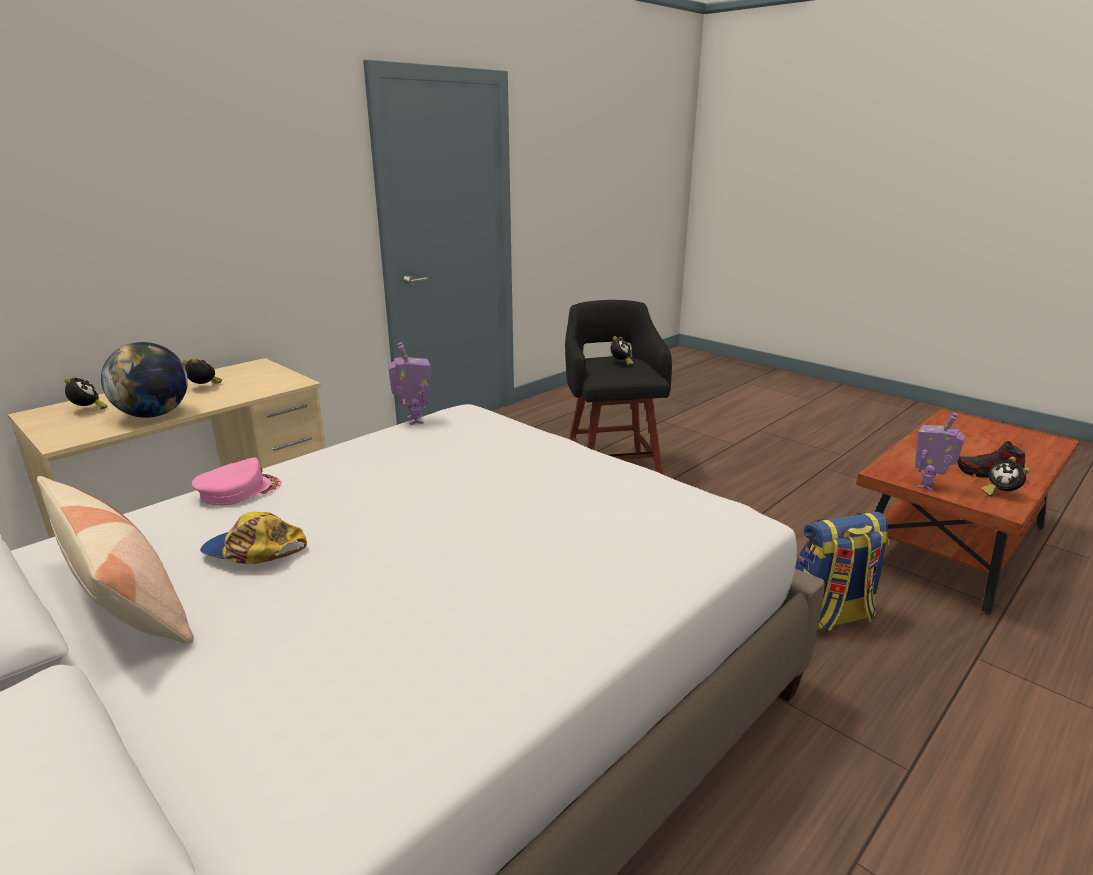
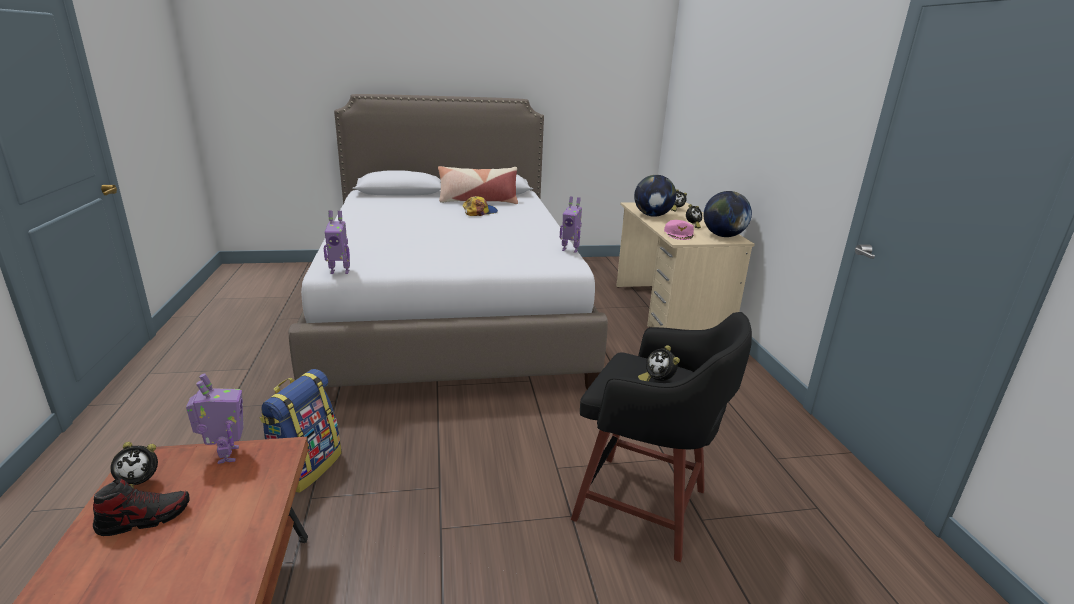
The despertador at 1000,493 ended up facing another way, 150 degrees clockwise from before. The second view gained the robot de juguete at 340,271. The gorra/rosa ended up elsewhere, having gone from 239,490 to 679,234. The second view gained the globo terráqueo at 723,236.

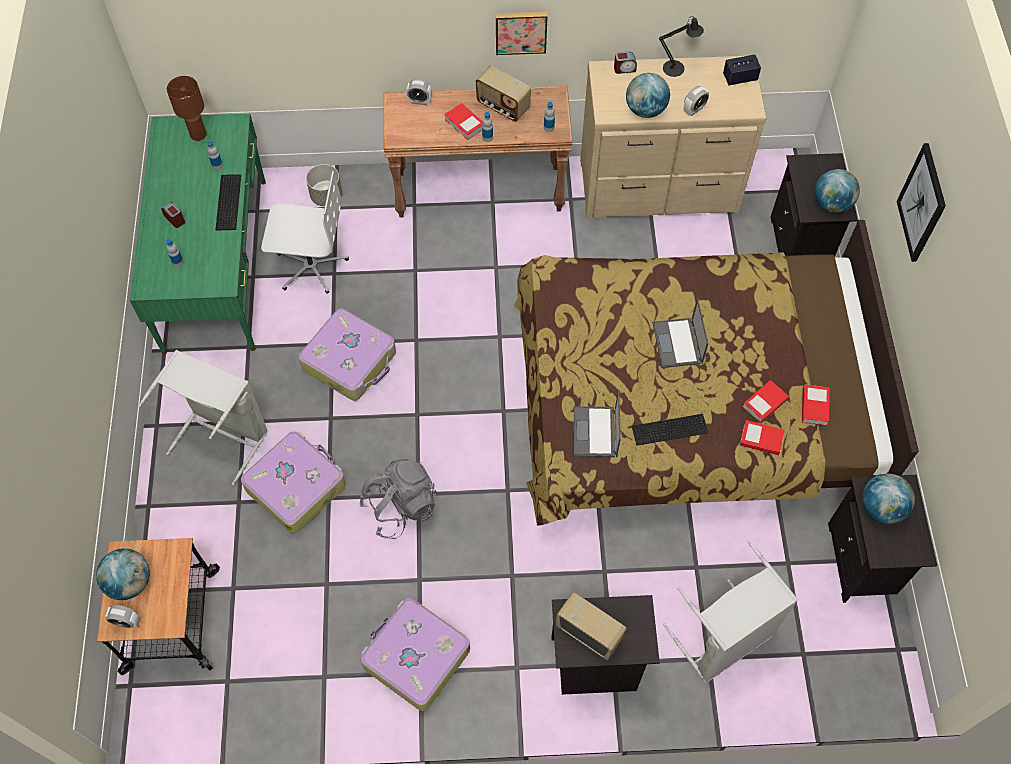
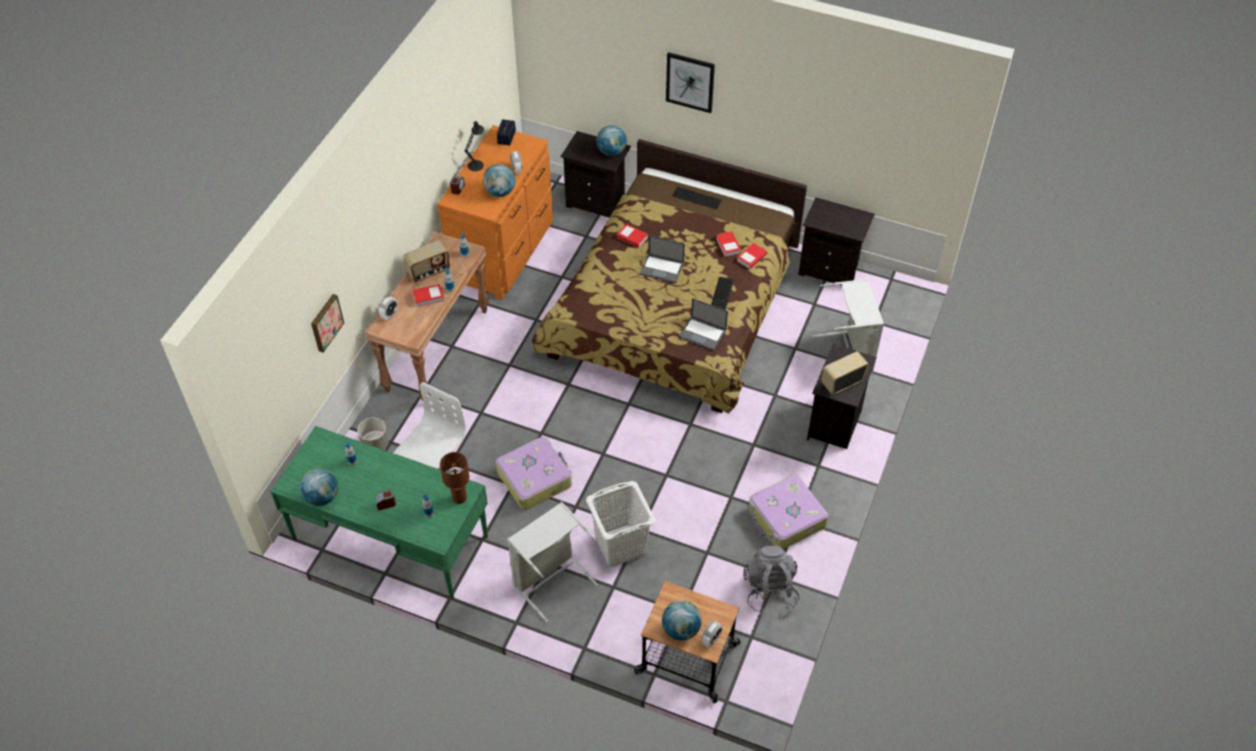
The globo terráqueo ended up elsewhere, having gone from 881,508 to 322,497. The cuadro ended up elsewhere, having gone from 521,31 to 325,322. What was the cómoda/beis at 659,188 turned into the cómoda/naranja at 504,251. The lámpara de mesa/marrón ended up elsewhere, having gone from 198,135 to 459,498. Where the maleta stood at 296,486, the cesto de la ropa/blanco came to stand at 620,546. The libro ended up elsewhere, having gone from 814,406 to 632,238. The teclado ended up elsewhere, having gone from 229,201 to 696,197. The mochila/gris ended up elsewhere, having gone from 400,507 to 770,590.

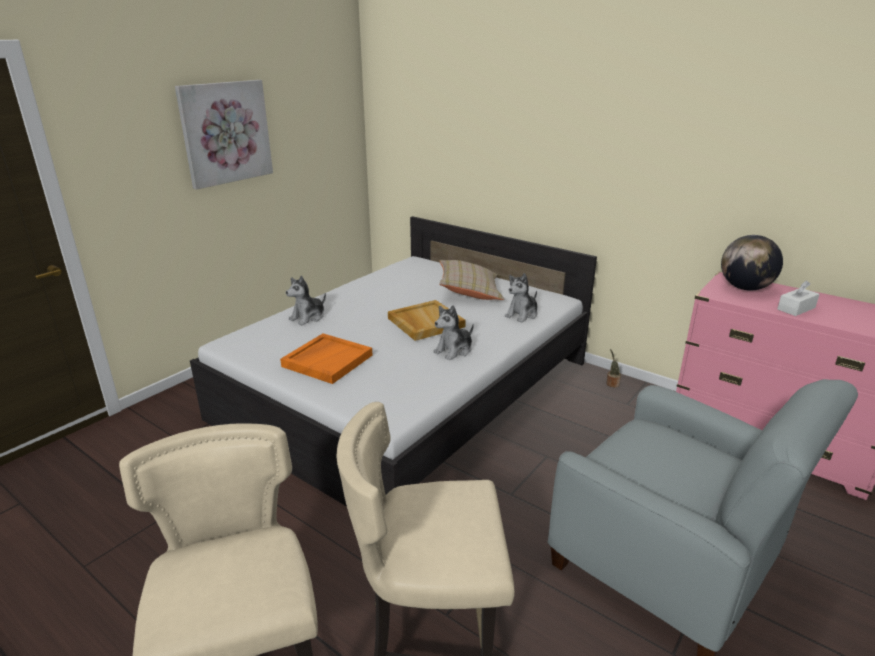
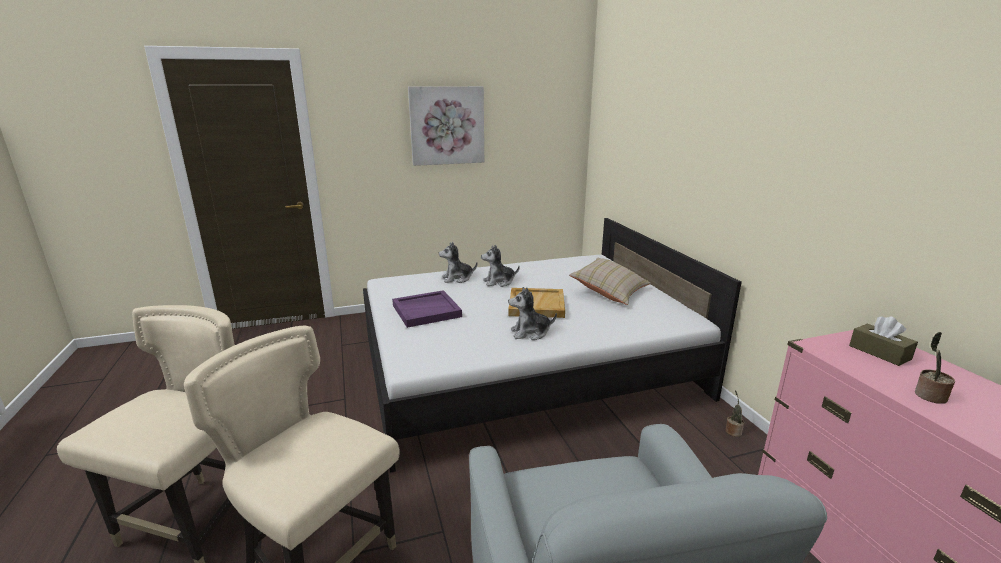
What was the bandeja/naranja at 327,360 turned into the bandeja/morado at 427,311. The peluche ended up elsewhere, having gone from 522,314 to 499,282. Where the globo terráqueo stood at 745,288, the caja de pañuelos/marrón came to stand at 879,352. Where the caja de pañuelos/blanco stood at 796,308, the planta en maceta came to stand at 928,396.

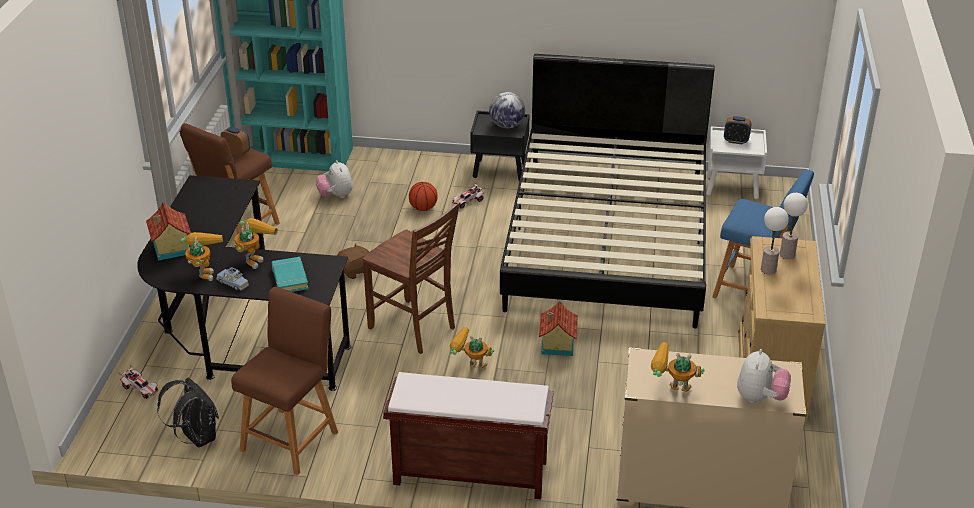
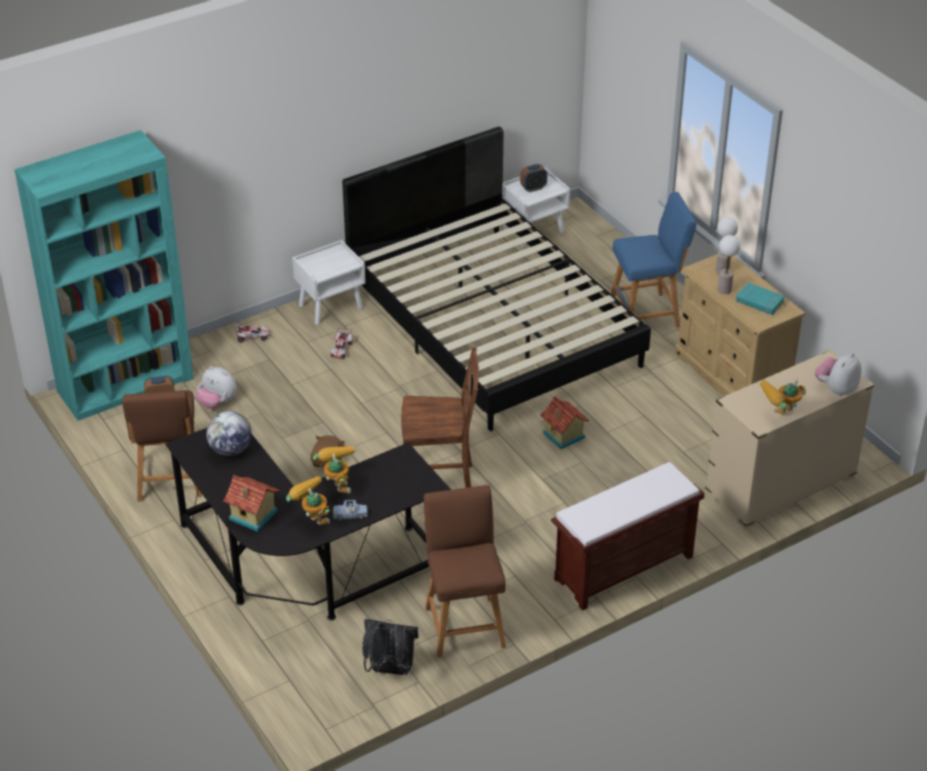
The globo terráqueo ended up elsewhere, having gone from 507,125 to 230,450. The coche de juguete ended up elsewhere, having gone from 140,389 to 252,337. What was the mesita de noche/negro at 500,170 turned into the mesita de noche/blanco at 331,306. The libro/turquesa ended up elsewhere, having gone from 289,278 to 759,302. The peluche at 760,398 ended up facing another way, 120 degrees counterclockwise from before. The second view lost the balón de baloncesto at 423,208. The second view lost the robot de juguete at 469,367.

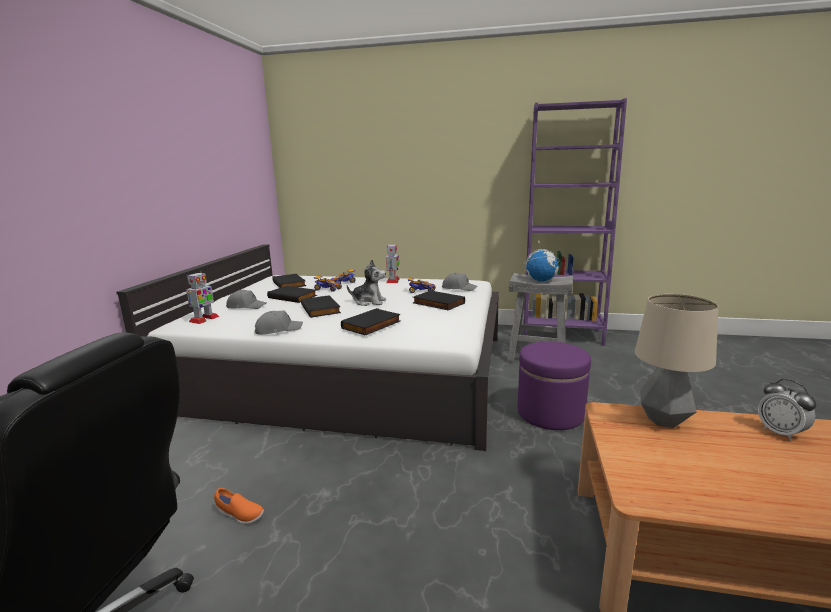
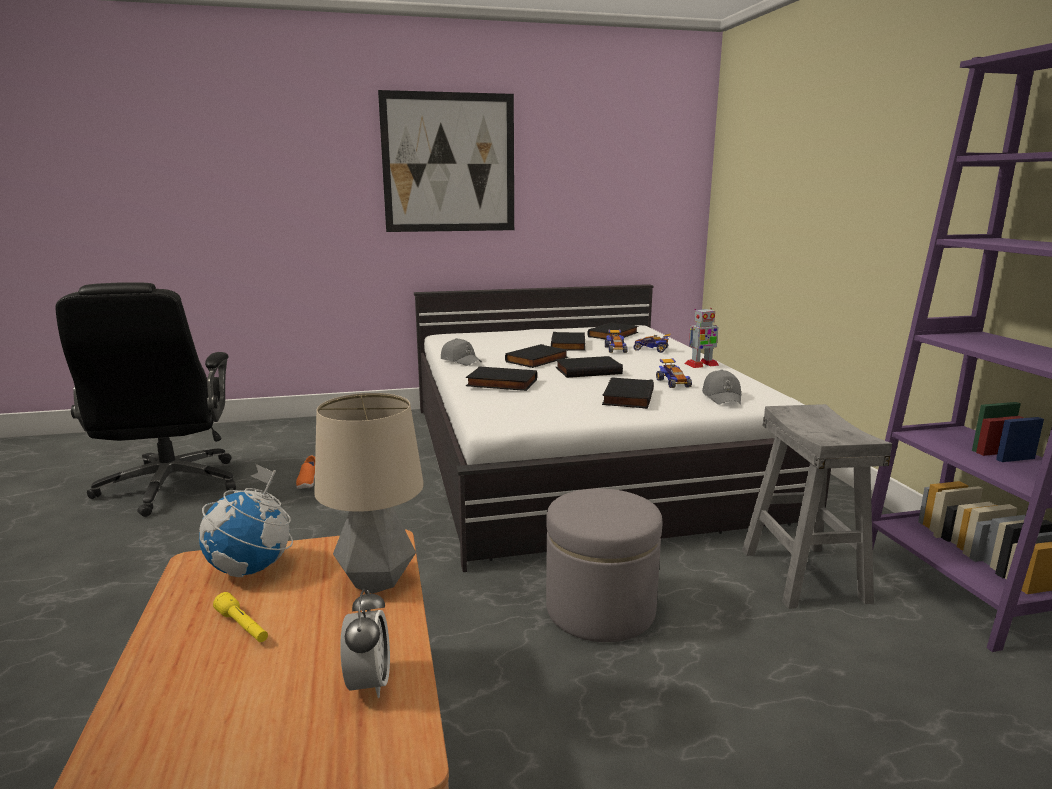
The globo terráqueo ended up elsewhere, having gone from 541,280 to 251,569. The second view gained the linterna/amarillo at 243,627. The despertador at 781,433 ended up facing another way, 135 degrees clockwise from before. The second view gained the cuadro at 449,163. What was the puf/morado at 550,413 turned into the puf/gris at 600,609. Where the peluche stood at 369,302, the libro/negro came to stand at 588,370. The second view lost the robot de juguete at 204,319. The second view lost the gorra/gris at 246,306.

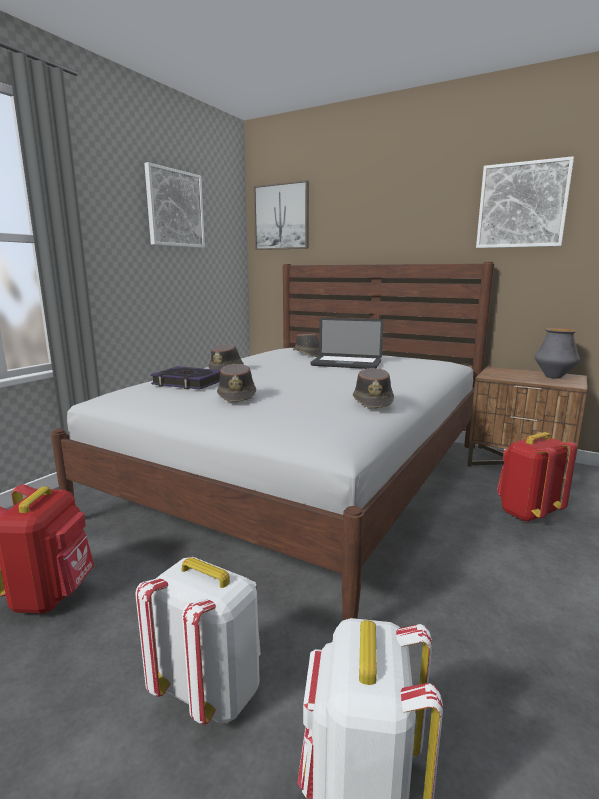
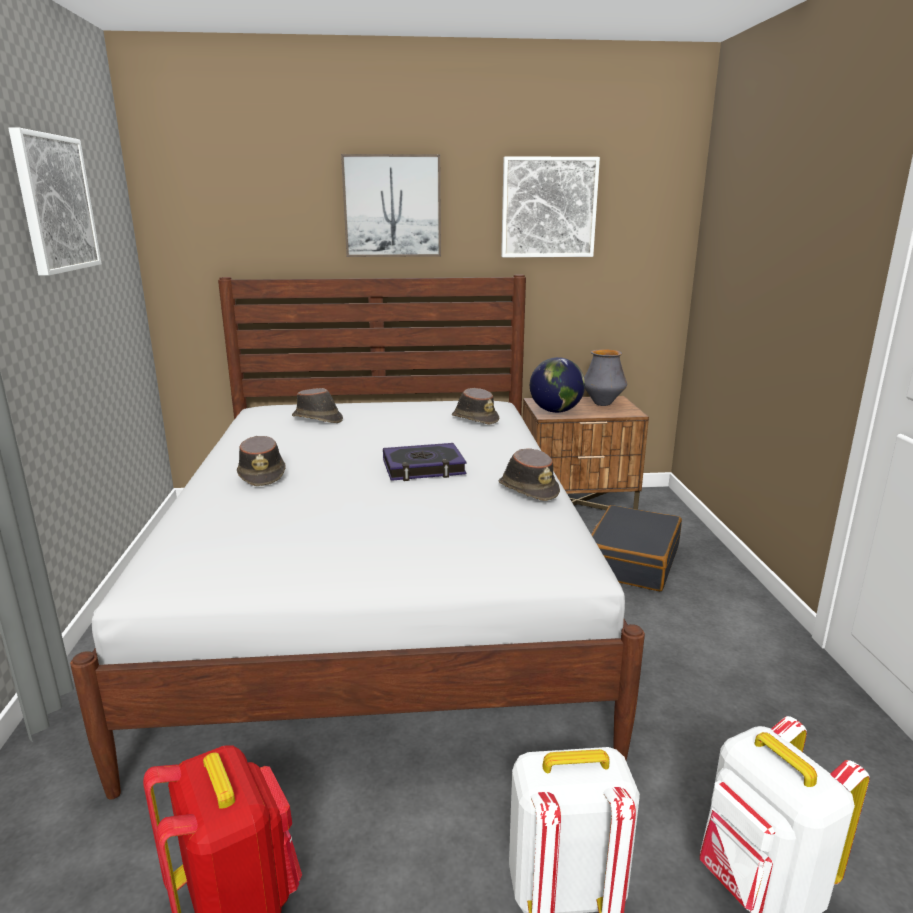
The cuadro ended up elsewhere, having gone from 282,217 to 392,206. The libro ended up elsewhere, having gone from 188,383 to 423,468. The sombrero/marrón ended up elsewhere, having gone from 237,396 to 475,419. The second view gained the globo terráqueo at 555,411. Where the mochila/rojo stood at 527,513, the maleta/negro came to stand at 631,561. The second view lost the portátil at 346,364.

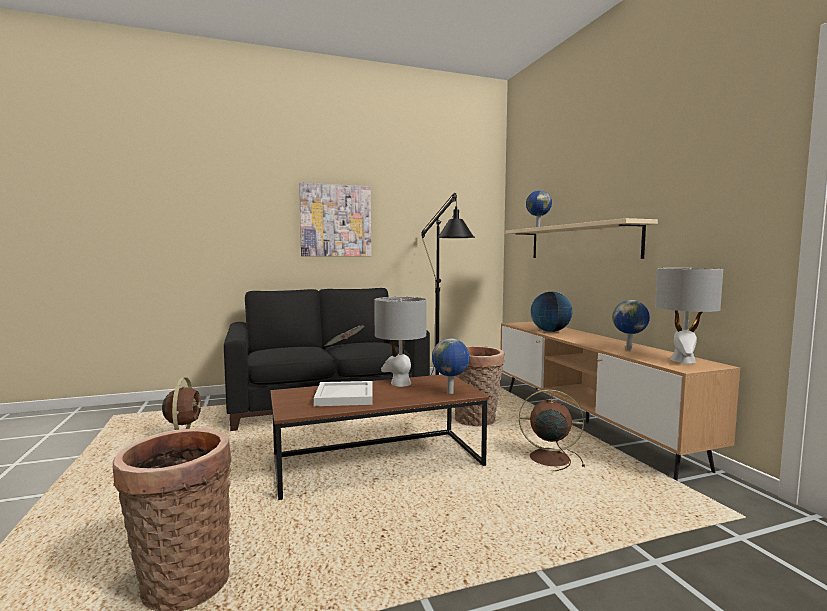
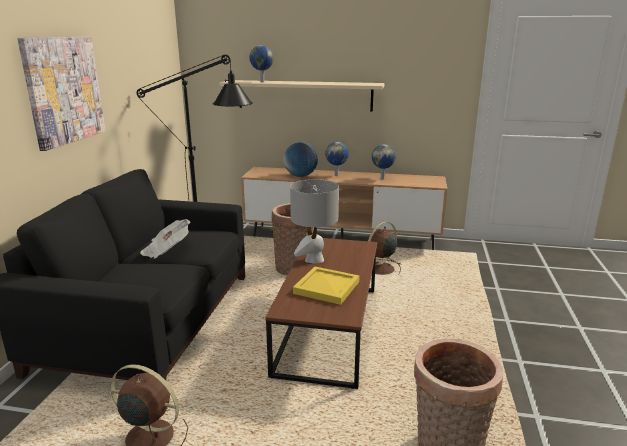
What was the bandeja/blanco at 345,396 turned into the bandeja/amarillo at 328,287. The globo terráqueo ended up elsewhere, having gone from 450,393 to 337,175. The second view lost the lámpara de mesa/gris at 683,361.

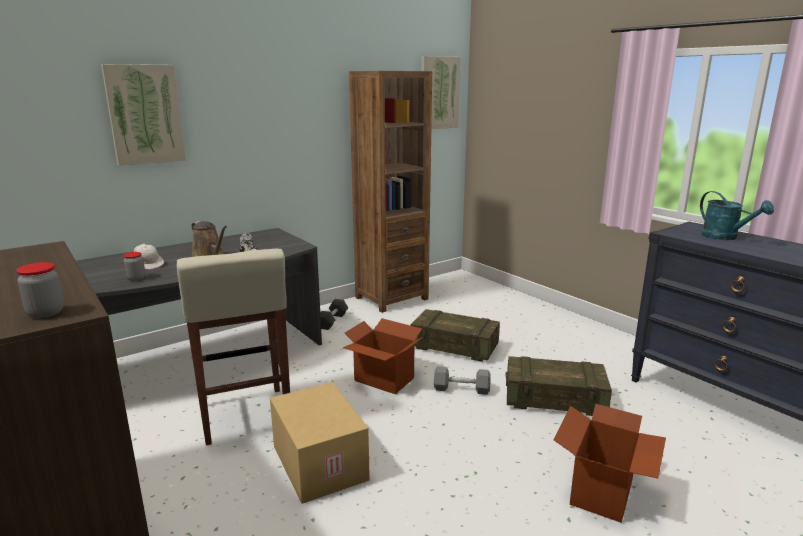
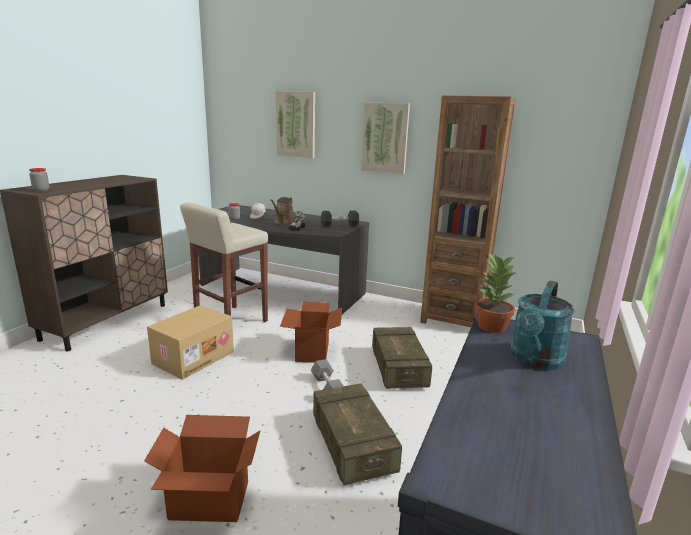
The mancuerna/negro ended up elsewhere, having gone from 332,321 to 339,225. The cuadro ended up elsewhere, having gone from 439,93 to 385,138. The second view gained the planta en maceta at 490,326.

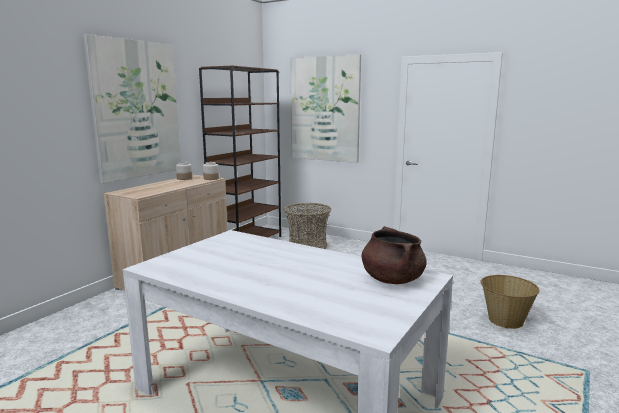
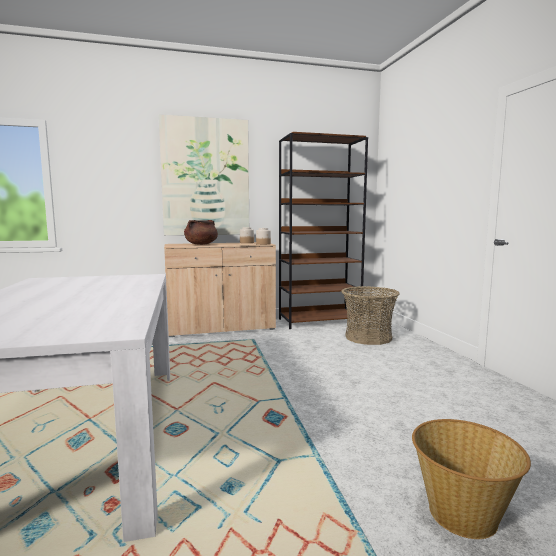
The olla/marrón ended up elsewhere, having gone from 392,279 to 201,244. The second view lost the cuadro at 324,109.

